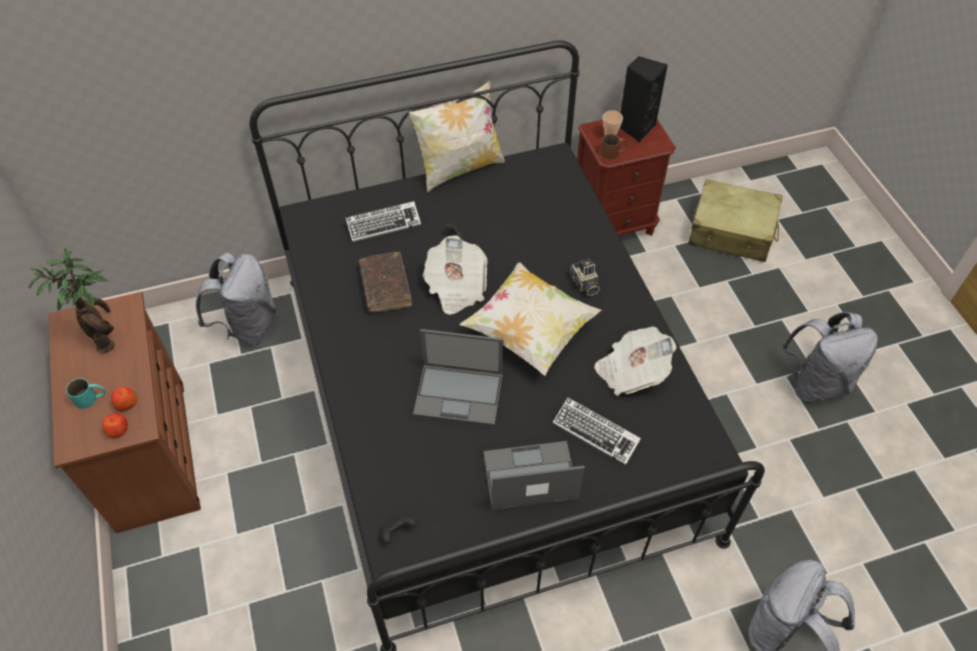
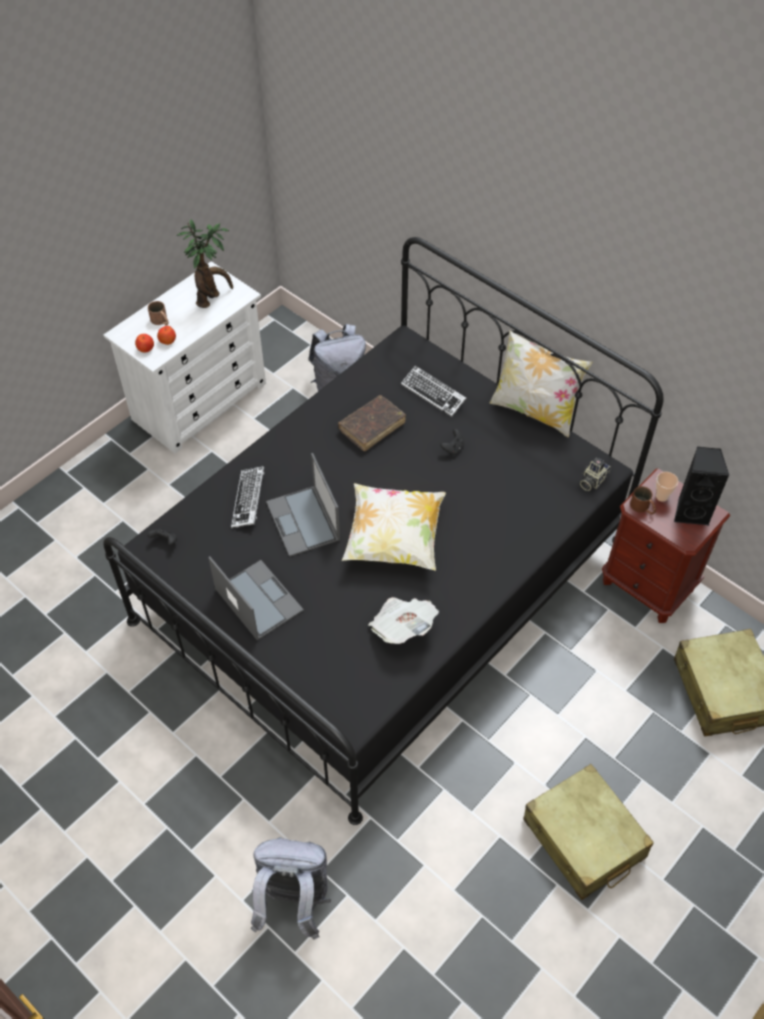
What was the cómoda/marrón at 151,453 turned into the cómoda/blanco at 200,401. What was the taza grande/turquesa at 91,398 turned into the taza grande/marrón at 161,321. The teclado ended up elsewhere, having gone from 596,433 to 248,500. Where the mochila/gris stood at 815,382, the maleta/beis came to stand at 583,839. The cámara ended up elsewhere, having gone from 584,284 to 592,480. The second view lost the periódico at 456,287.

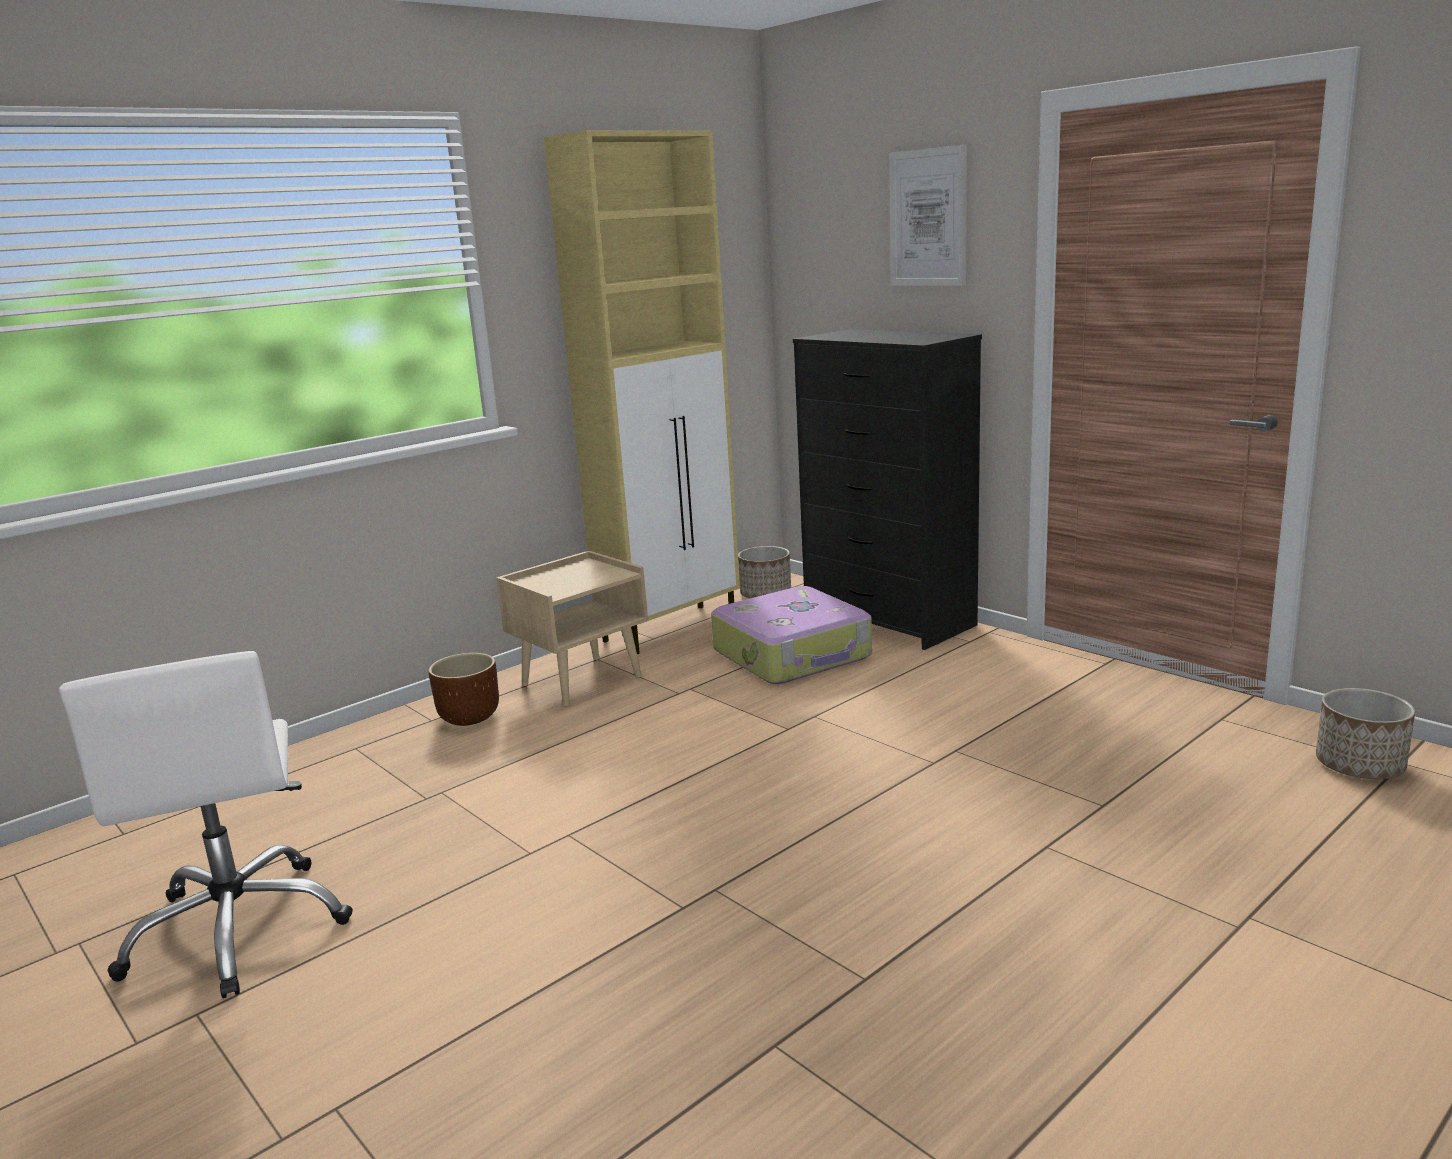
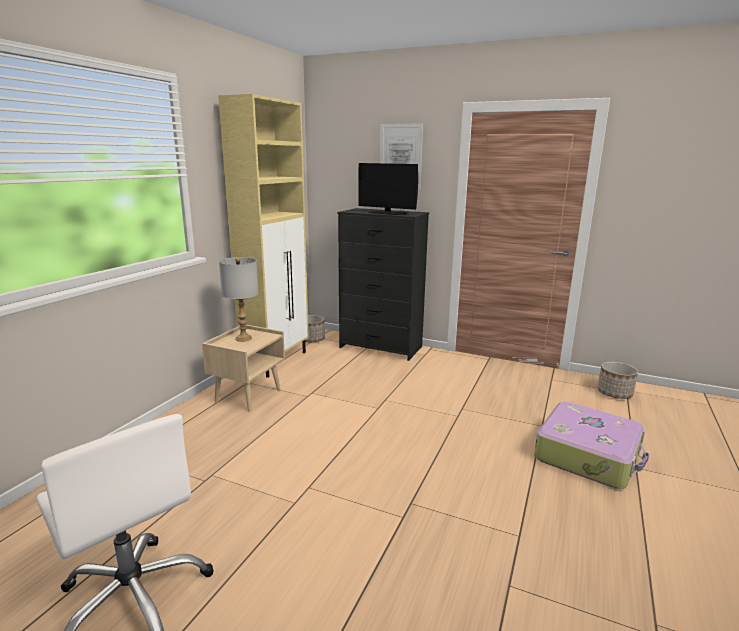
The second view gained the lámpara de mesa/gris at 243,338. The second view gained the monitor at 387,213. The maleta ended up elsewhere, having gone from 793,654 to 588,455. The second view lost the maceta/marrón at 469,718.

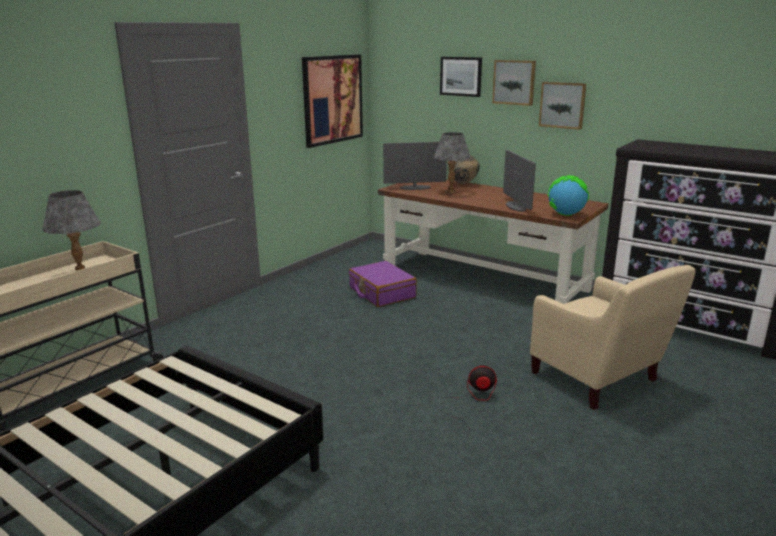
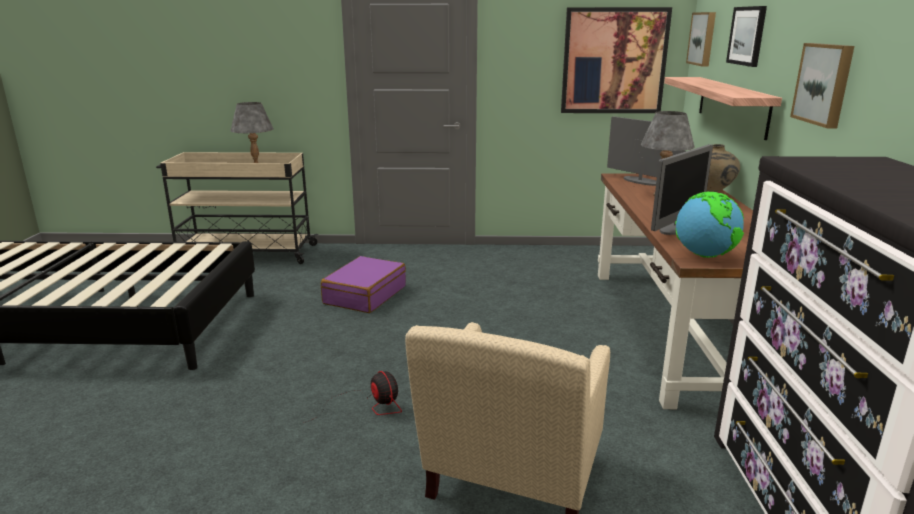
The maleta/morado ended up elsewhere, having gone from 381,292 to 364,295. The second view gained the estante at 732,105. The cuadro ended up elsewhere, having gone from 514,82 to 703,38.

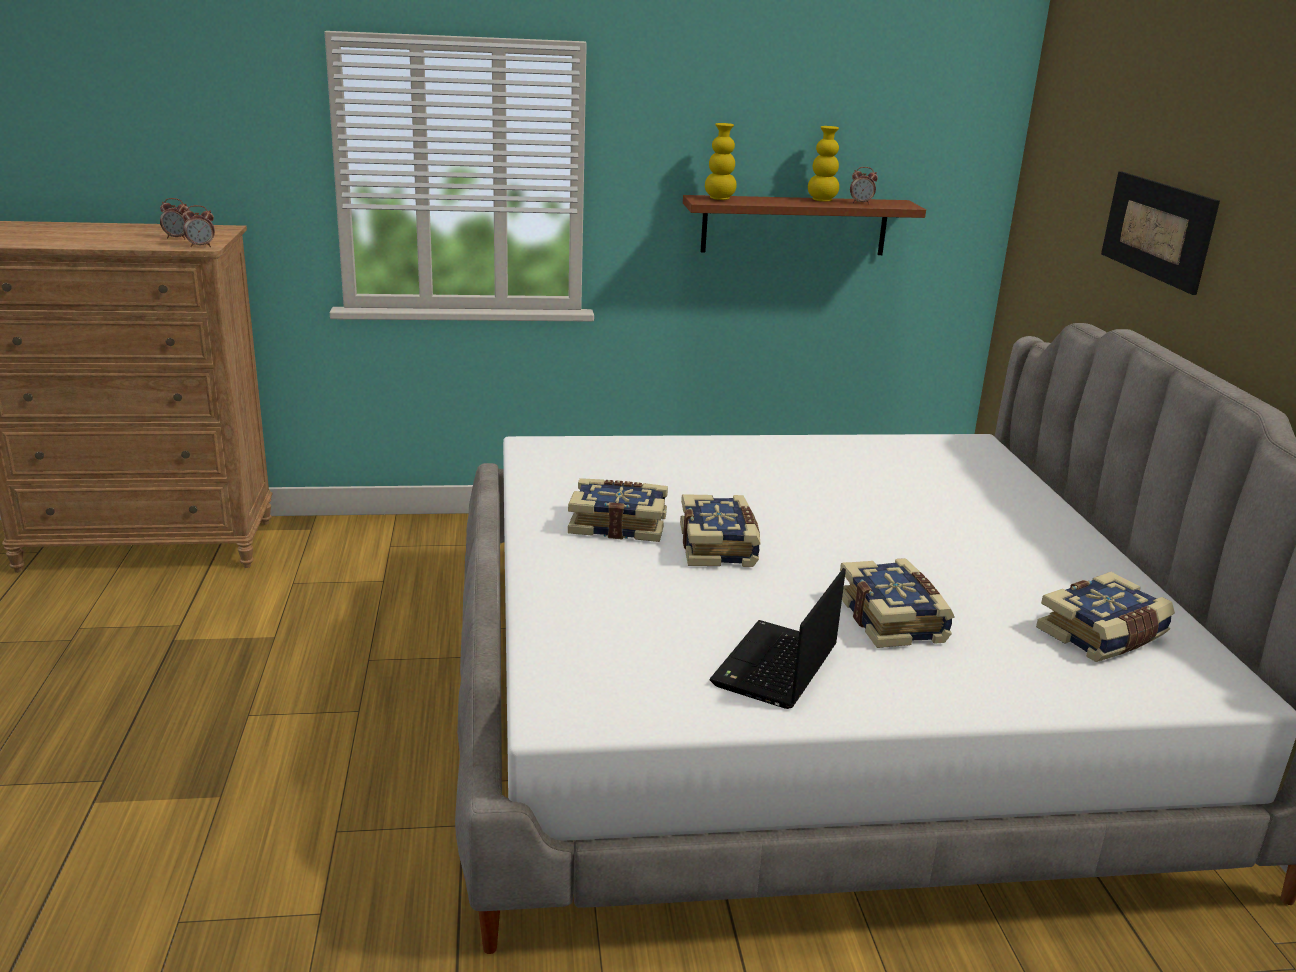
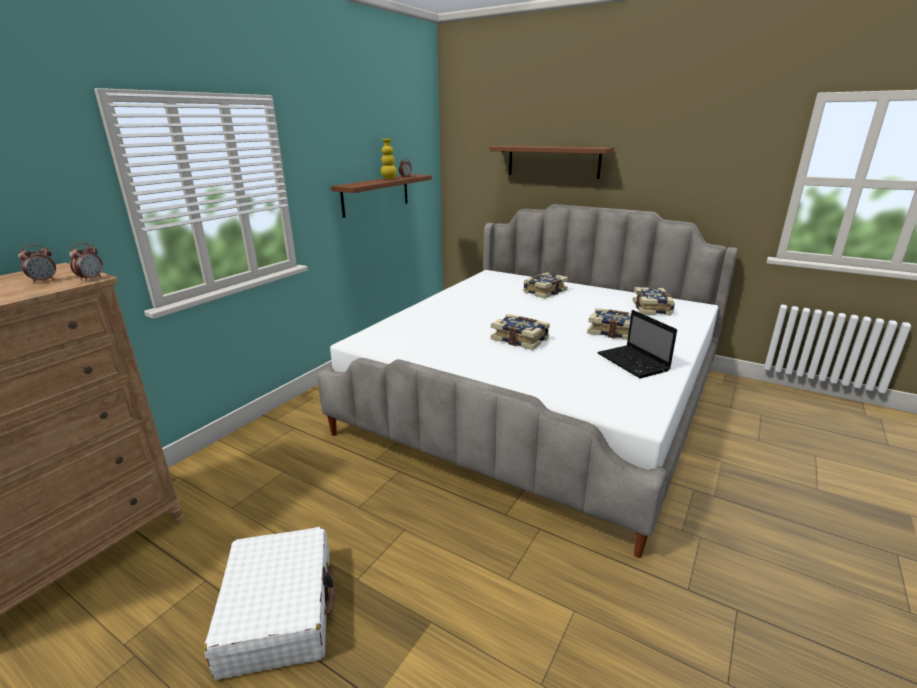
The second view gained the maleta/blanco at 279,610. Where the cuadro hung at 1157,229, the estante/marrón came to hang at 553,161. The libro ended up elsewhere, having gone from 618,524 to 544,292. The second view lost the florero/amarillo at 719,199.

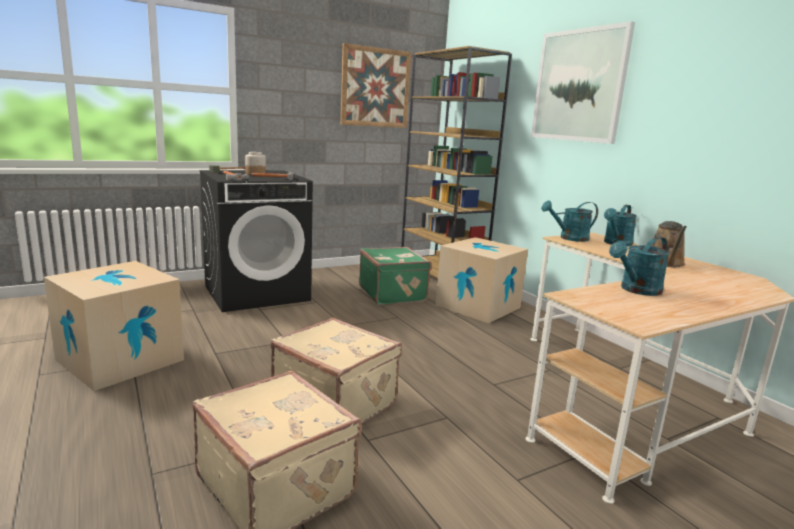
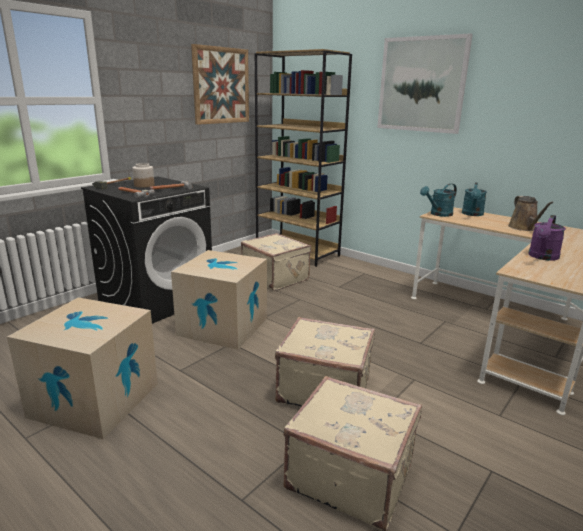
The caja de cartón ended up elsewhere, having gone from 478,306 to 223,326. What was the maleta/verde at 393,294 turned into the maleta/beis at 276,277. What was the regadera/turquesa at 636,290 turned into the regadera/morado at 542,257.

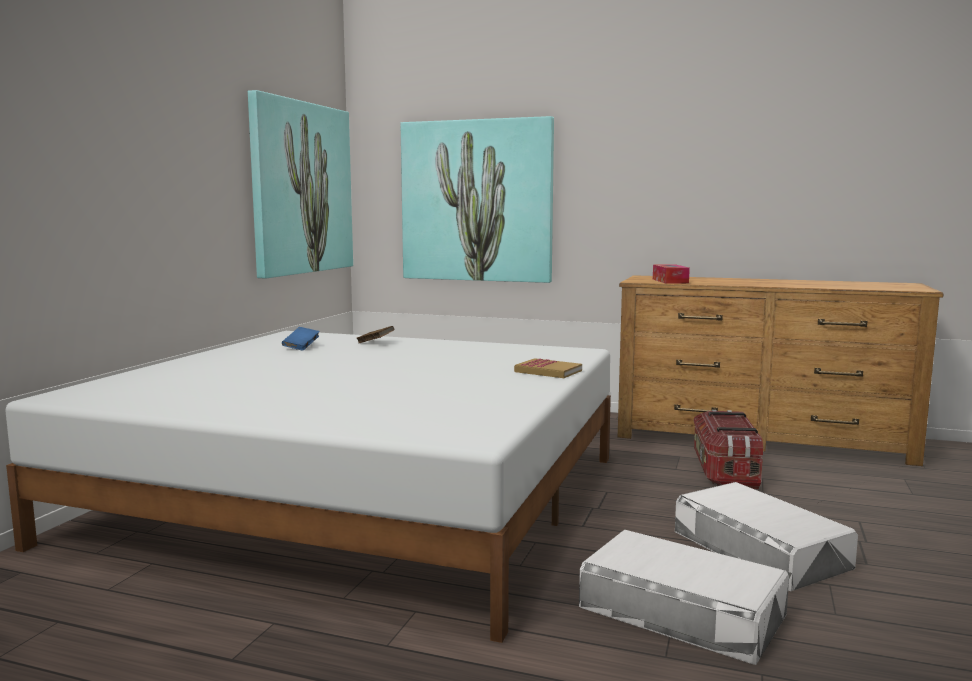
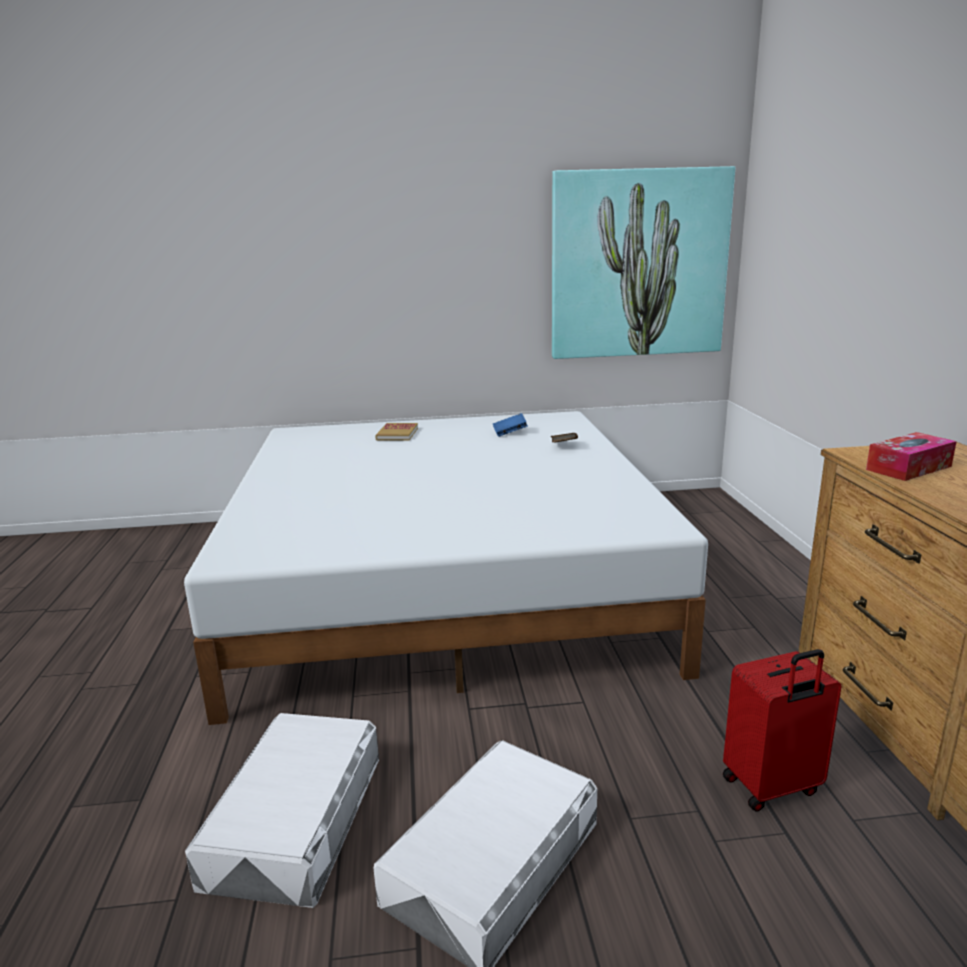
The libro ended up elsewhere, having gone from 548,371 to 397,434. Where the caja de almacenaje stood at 725,471, the maleta/rojo came to stand at 772,787. The second view lost the cuadro at 477,201.

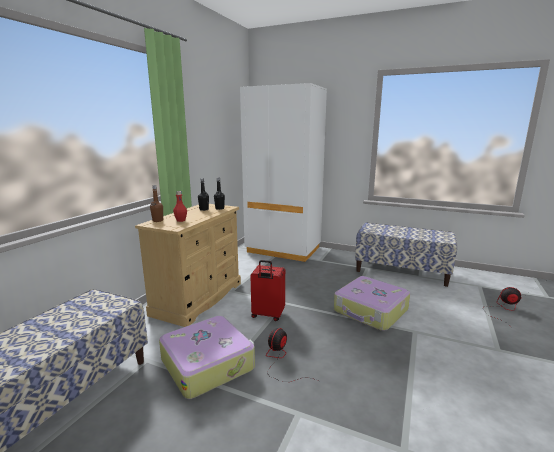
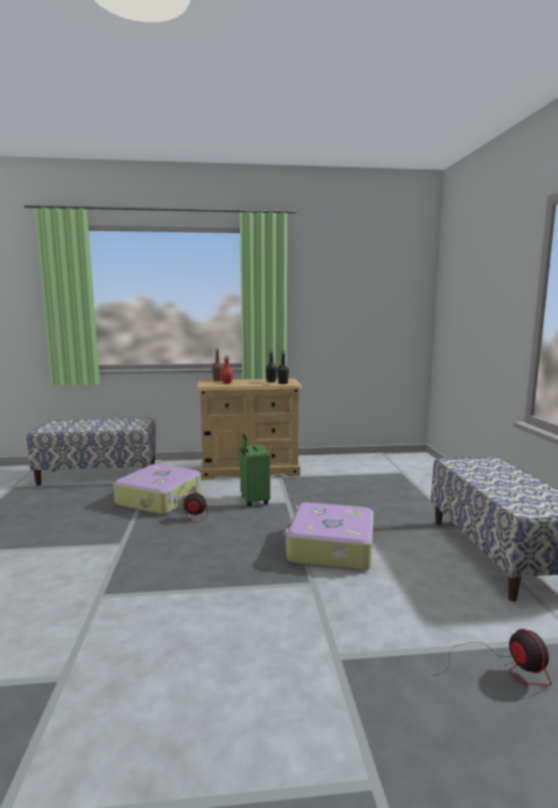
What was the maleta/rojo at 267,315 turned into the maleta/verde at 253,501. The second view lost the armario ropero/blanco at 283,250.

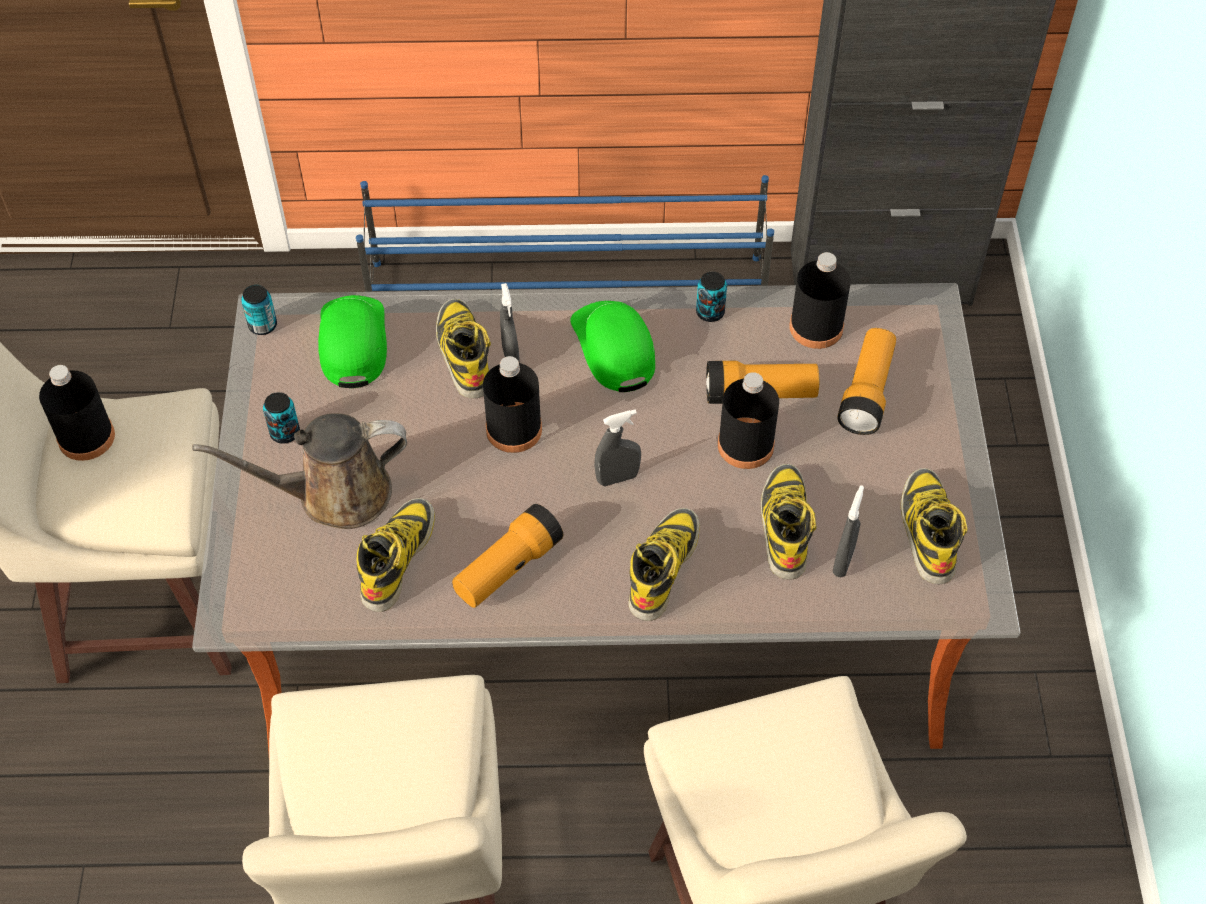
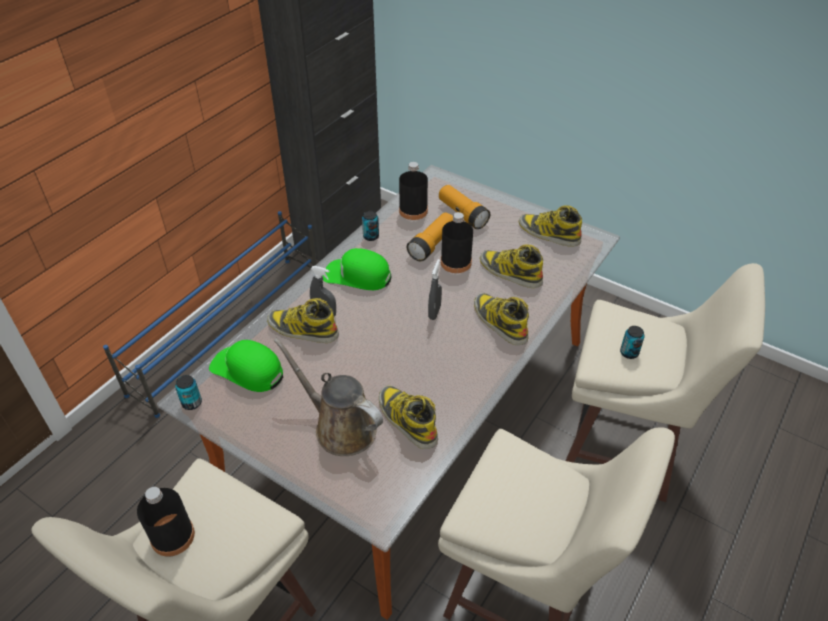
The regadera/marrón at 334,494 ended up facing another way, 105 degrees clockwise from before. The lata ended up elsewhere, having gone from 285,433 to 629,353. The second view lost the linterna at 507,568. The second view lost the botella/negro at 514,429. The second view lost the pulverizador/gris at 843,561.

